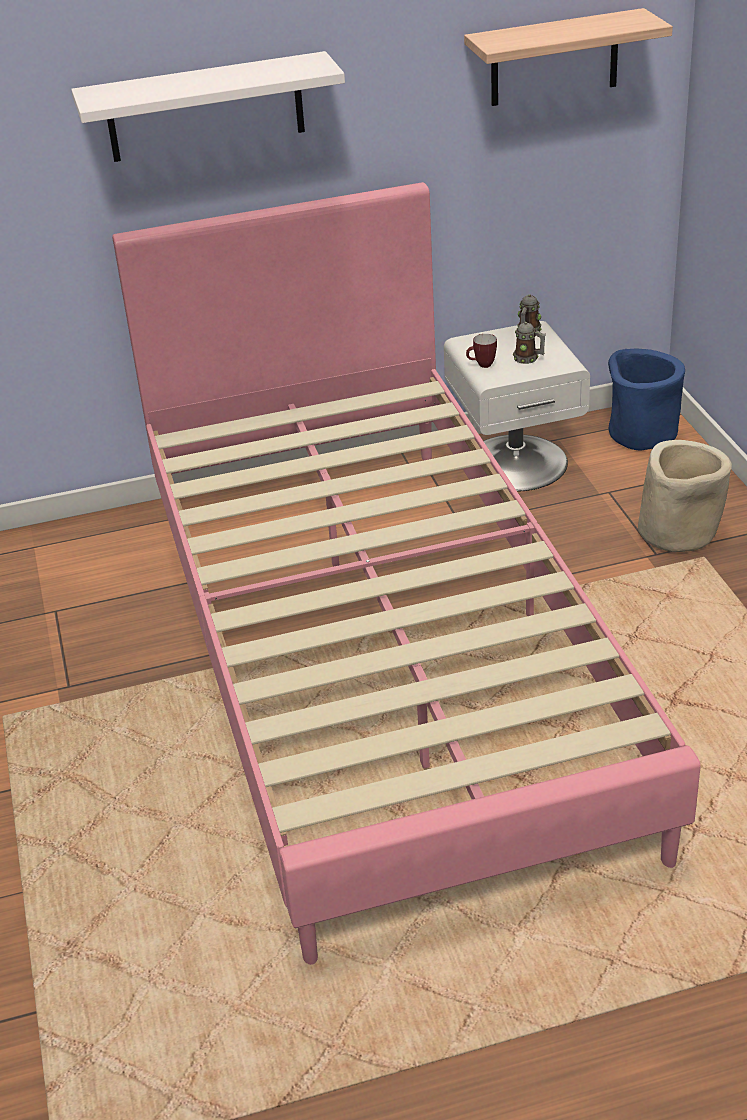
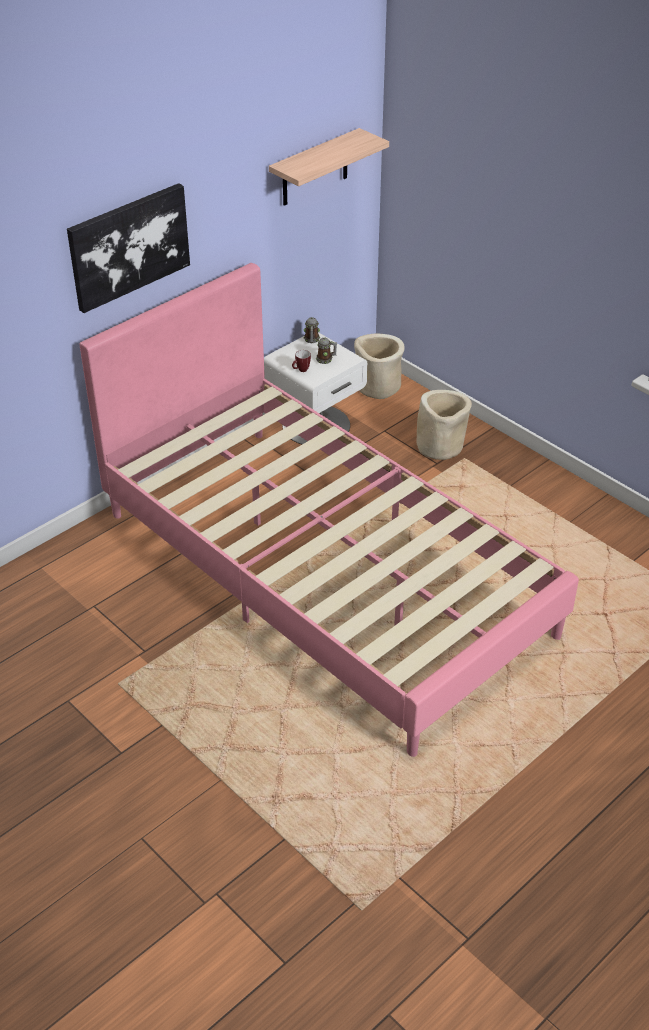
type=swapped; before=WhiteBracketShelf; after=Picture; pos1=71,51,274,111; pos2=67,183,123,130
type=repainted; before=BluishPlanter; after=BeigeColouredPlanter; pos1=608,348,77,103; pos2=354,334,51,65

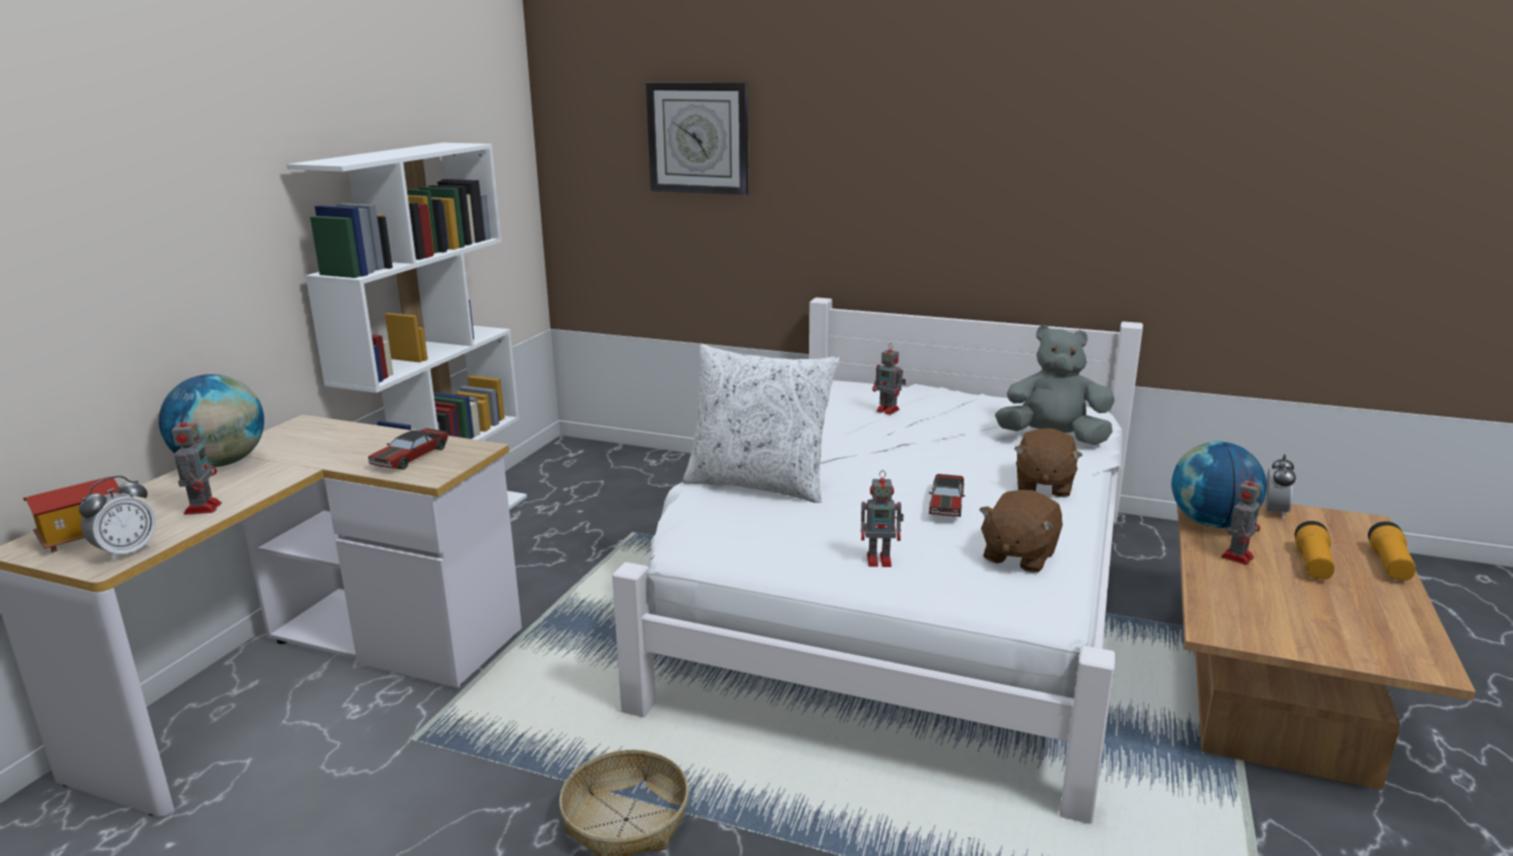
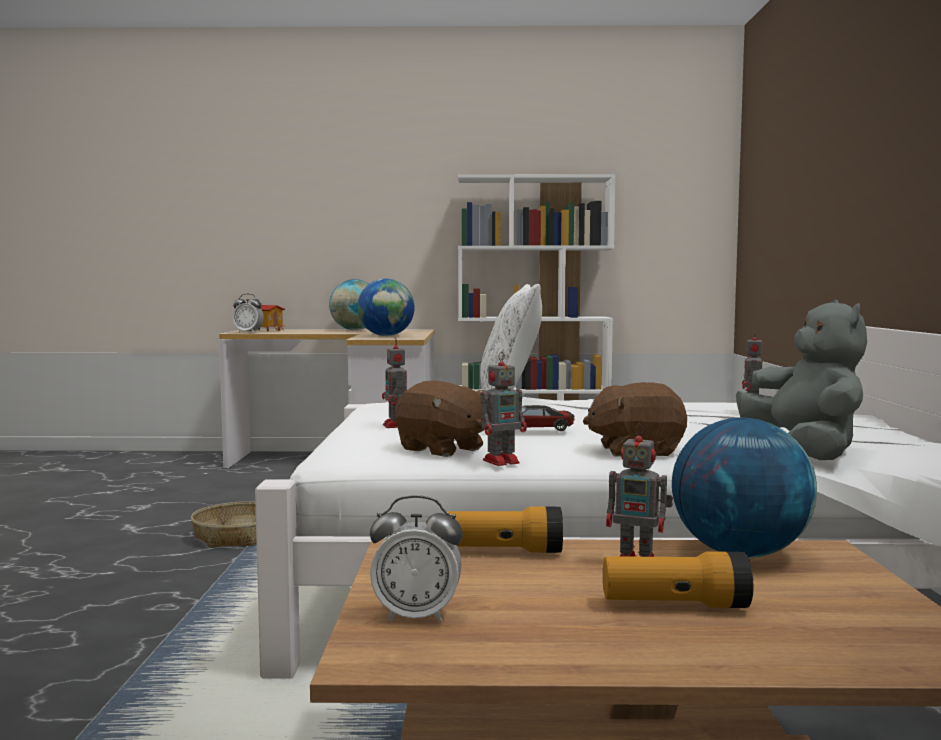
type=gone; before=HangingClock; pos1=646,82,103,113
type=shifted; before=ModelRobot; pos1=172,413,49,102; pos2=480,352,47,114
type=shifted; before=AlarmClock; pos1=1266,454,30,65; pos2=370,495,93,128
type=shifted; before=Torch; pos1=1368,521,48,59; pos2=446,507,117,46
type=swapped; before=ModelCar; after=WorldGlobe; pos1=368,428,80,42; pos2=357,279,57,57
type=rotated; before=BrownCuddlyToy; pos1=979,490,84,83; pos2=395,381,91,76; turn=-150

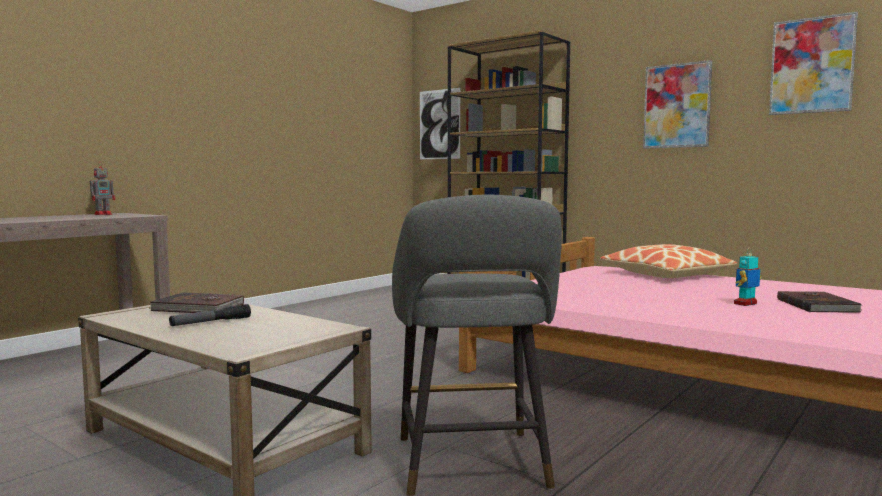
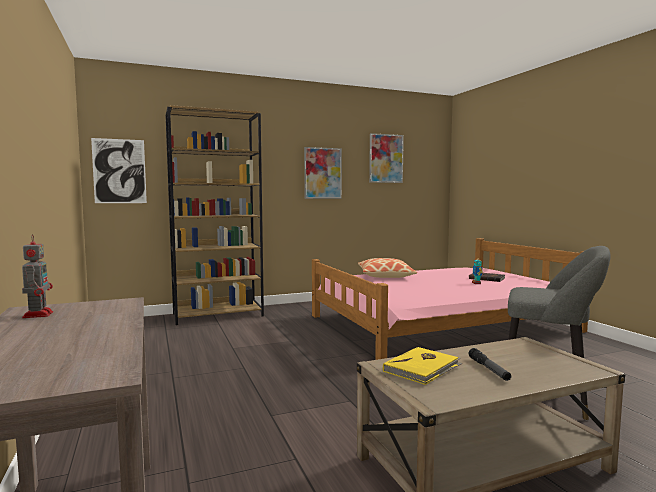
type=repainted; before=BrownBook; after=YellowBook; pos1=149,293,95,20; pos2=383,347,79,38

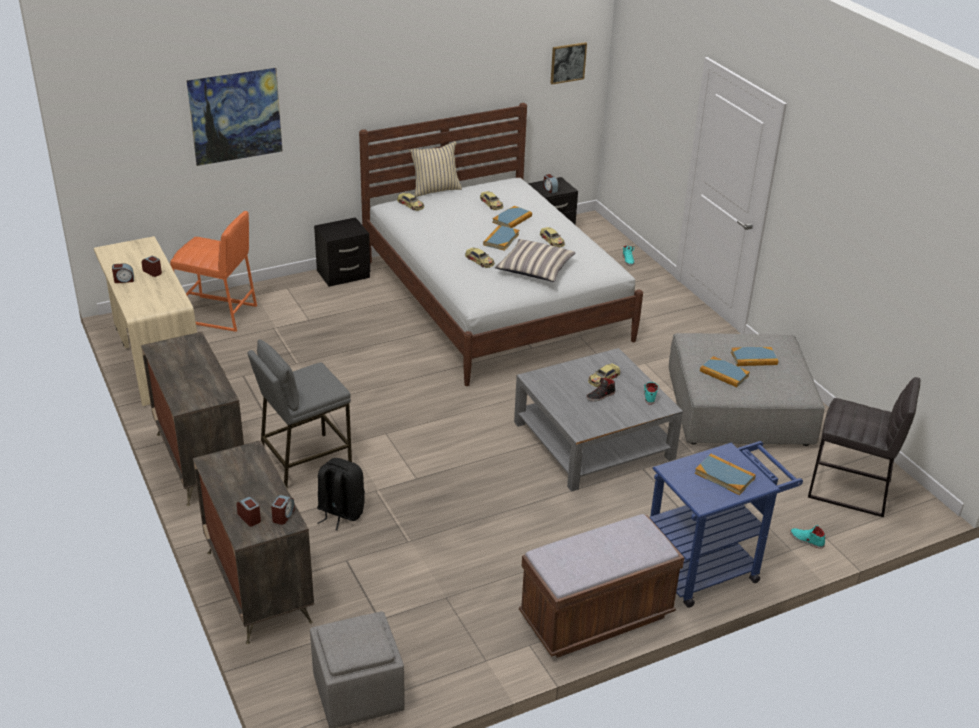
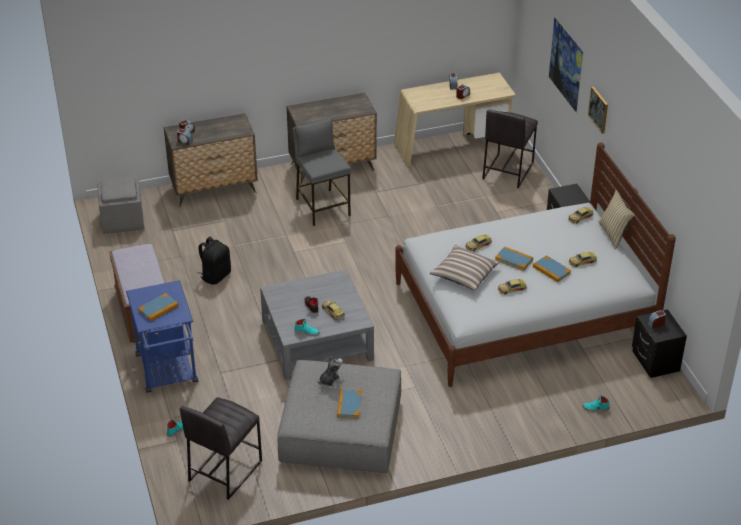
type=shifted; before=BlackishBackpack; pos1=317,458,48,72; pos2=198,237,33,48
type=shifted; before=Picture; pos1=550,42,37,42; pos2=588,87,20,47
type=swapped; before=Book; after=CuddlyToy; pos1=700,356,50,31; pos2=318,356,26,33
type=repainted; before=OrangeColouredStool; after=GrayStool; pos1=170,211,87,121; pos2=482,110,56,78

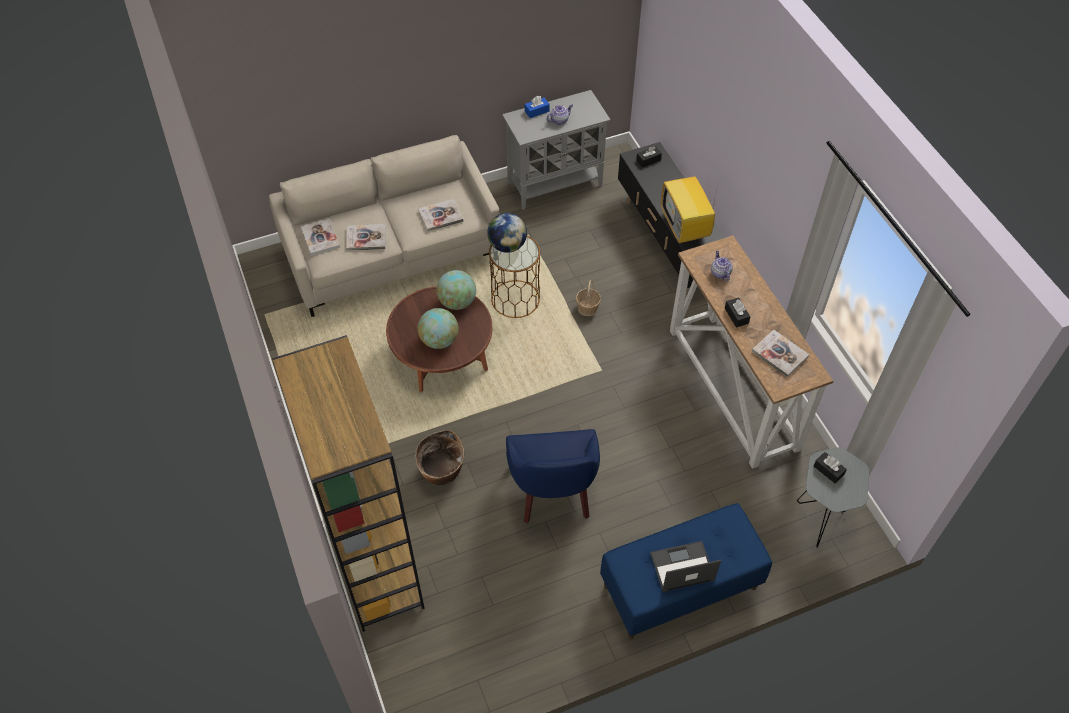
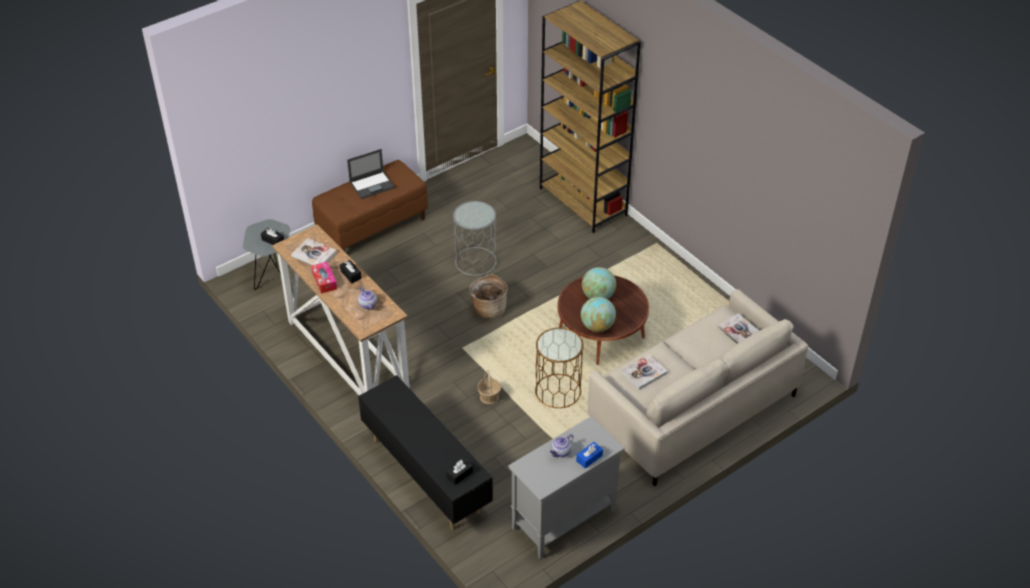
type=gone; before=Book; pos1=346,224,40,27
type=gone; before=WorldGlobe; pos1=488,213,39,40
type=gone; before=Television; pos1=661,176,57,67
type=new; after=BoxOfTissues; pos2=311,262,26,32
type=shifted; before=StorageBasket; pos1=415,430,49,55; pos2=469,274,39,44
type=swapped; before=BluishLoungeChair; after=GrayEndTable; pos1=506,429,94,95; pos2=453,201,44,75
type=repainted; before=BluishIndoorBench; after=BrownIndoorBench; pos1=600,503,172,136; pos2=312,160,116,92

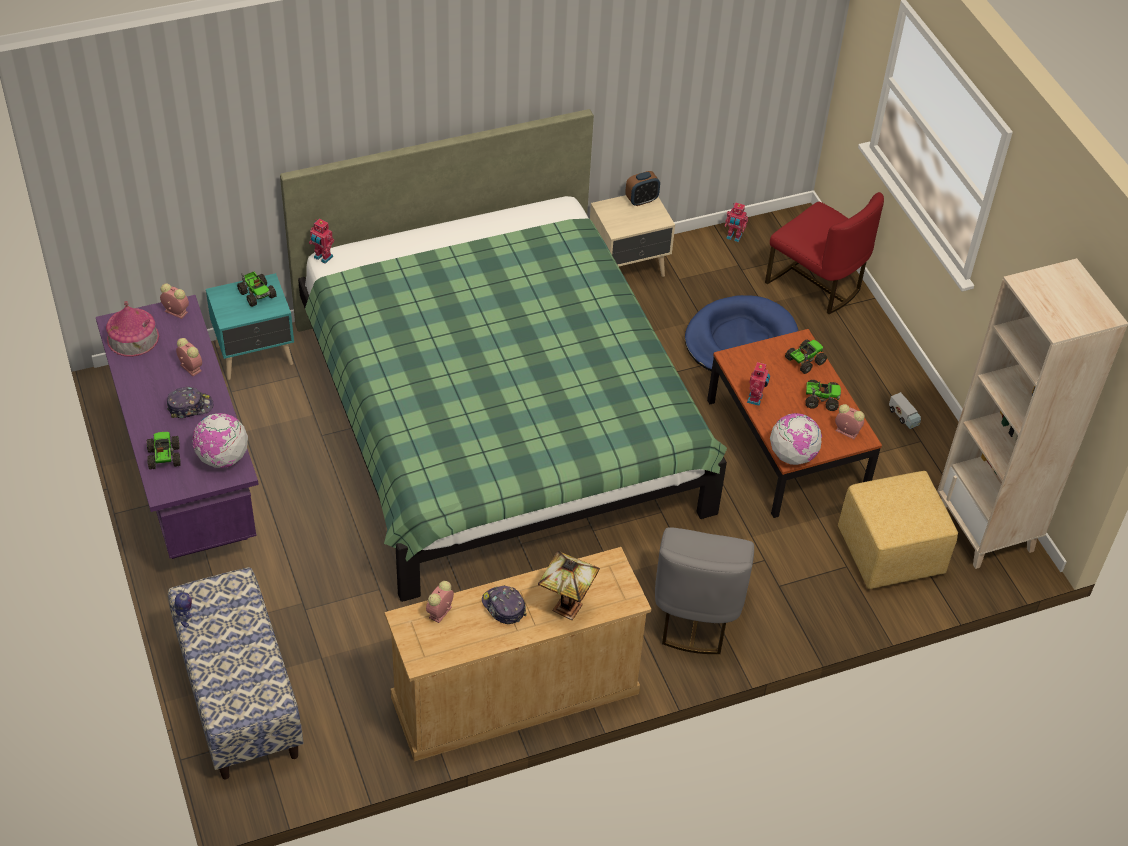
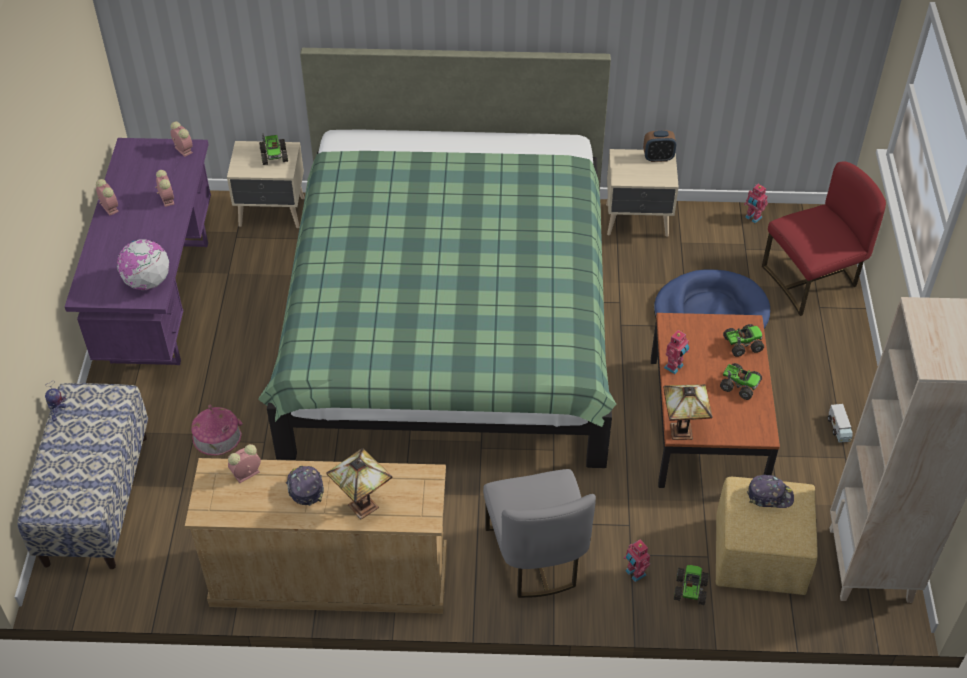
type=shifted; before=MiniatureHouse; pos1=106,301,53,56; pos2=191,404,52,52
type=shifted; before=ModelTruck; pos1=147,432,34,37; pos2=674,565,35,40
type=shifted; before=Cap; pos1=167,387,46,31; pos2=747,475,47,33
type=shifted; before=ModelRobot; pos1=309,219,25,45; pos2=624,539,26,43
type=shifted; before=AlarmClock; pos1=835,404,30,35; pos2=96,179,23,37
type=swapped; before=WorldGlobe; after=TabletopLamp; pos1=770,413,52,52; pos2=663,384,50,56
type=repainted; before=BlueGreenBedsideTable; after=BeigeColouredBedsideTable; pos1=206,273,88,107; pos2=227,141,78,87
type=rotated; before=GrayChair; pos1=655,527,99,127; pos2=483,469,113,129; turn=-45
type=rotated; before=ReddishChair; pos1=765,192,119,122; pos2=762,161,124,155; turn=-90

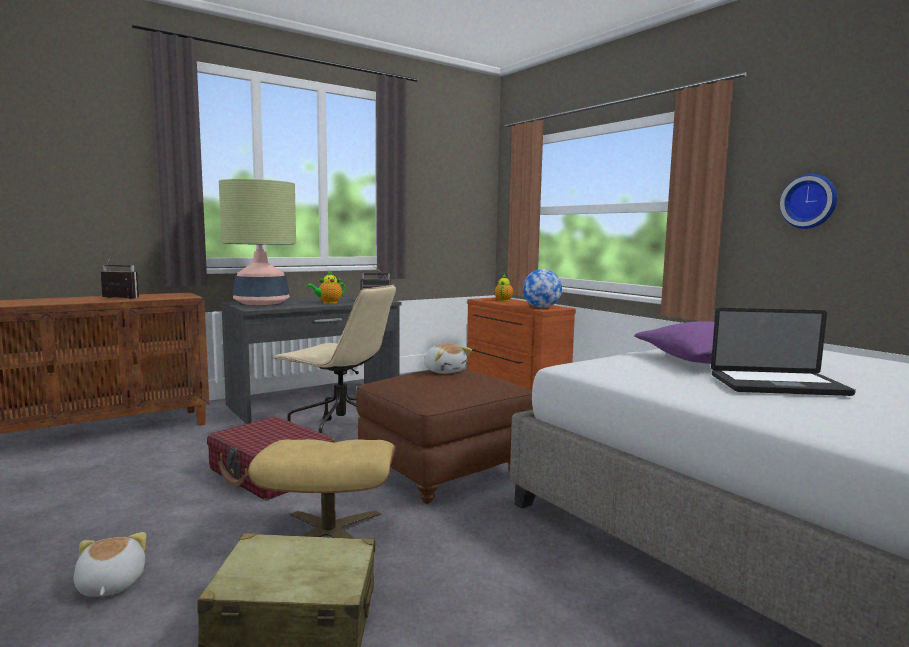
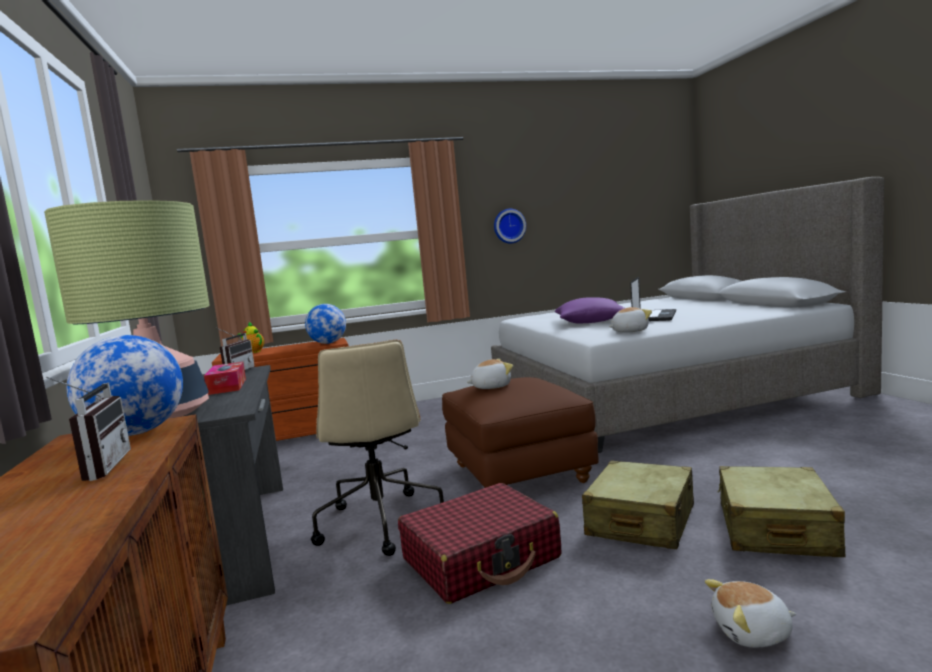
type=new; after=WorldGlobe; pos2=67,335,116,101
type=new; after=CuddlyToy; pos2=609,307,43,26
type=swapped; before=BeigeColouredPouffe; after=BeigeColouredPieceOfLuggage; pos1=248,439,148,100; pos2=582,460,112,89
type=swapped; before=TeaPot; after=BoxOfTissues; pos1=306,270,40,34; pos2=204,362,42,33
type=rotated; before=Radio; pos1=101,257,38,42; pos2=46,377,85,104; turn=135
type=rotated; before=BeigeColouredComputerChair; pos1=273,284,123,149; pos2=311,340,133,216; turn=120

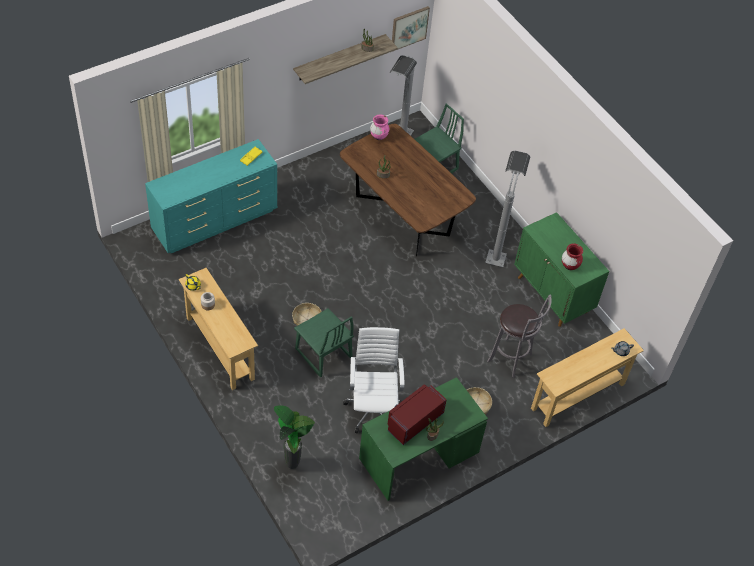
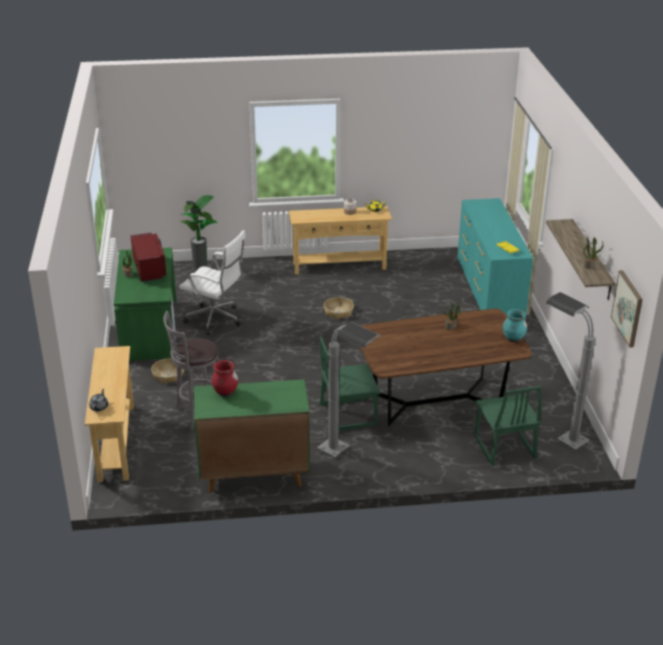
type=shifted; before=GreenColouredChair; pos1=294,308,60,70; pos2=320,336,61,95
type=repainted; before=PinkColouredDecorativeVase; after=BlueGreenDecorativeVase; pos1=370,114,19,26; pos2=503,309,24,33

